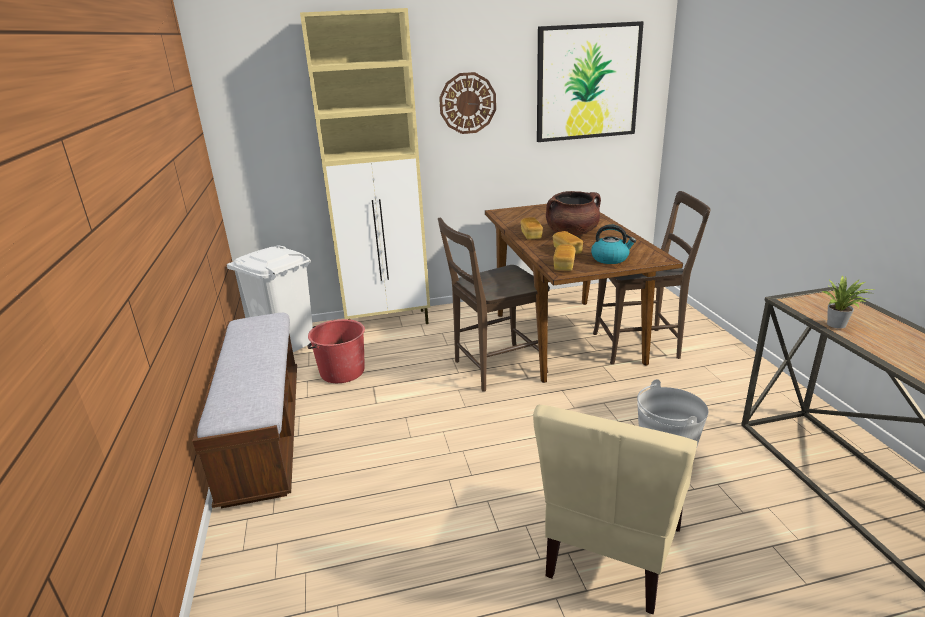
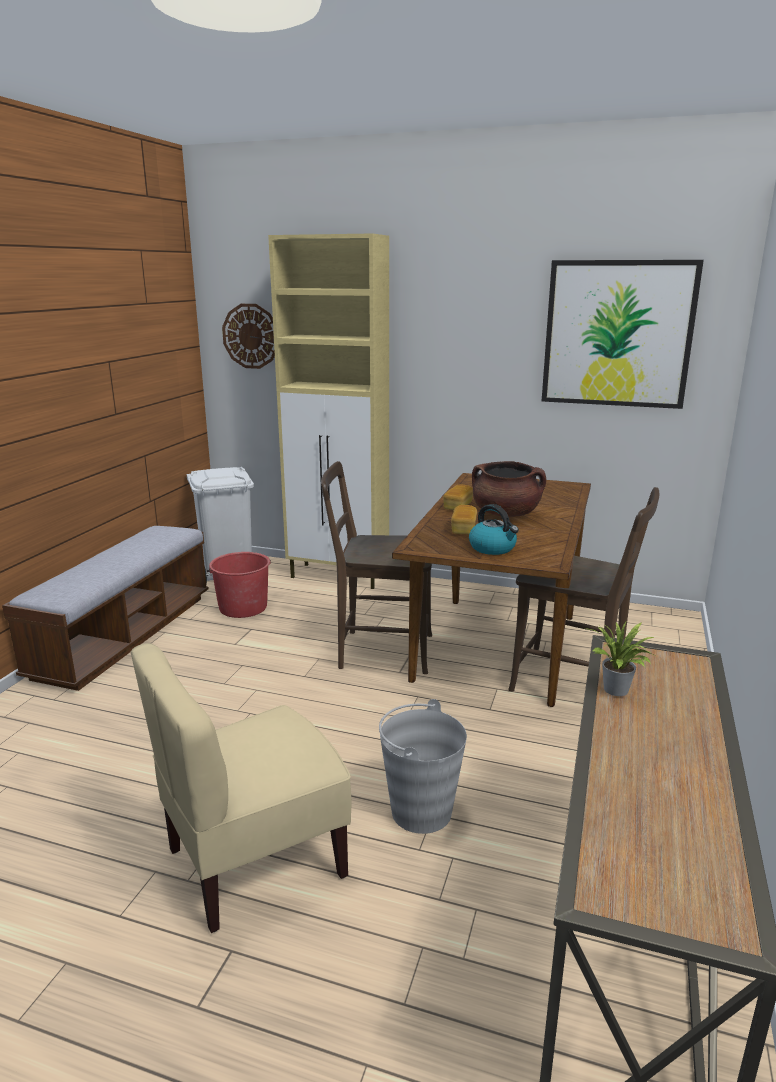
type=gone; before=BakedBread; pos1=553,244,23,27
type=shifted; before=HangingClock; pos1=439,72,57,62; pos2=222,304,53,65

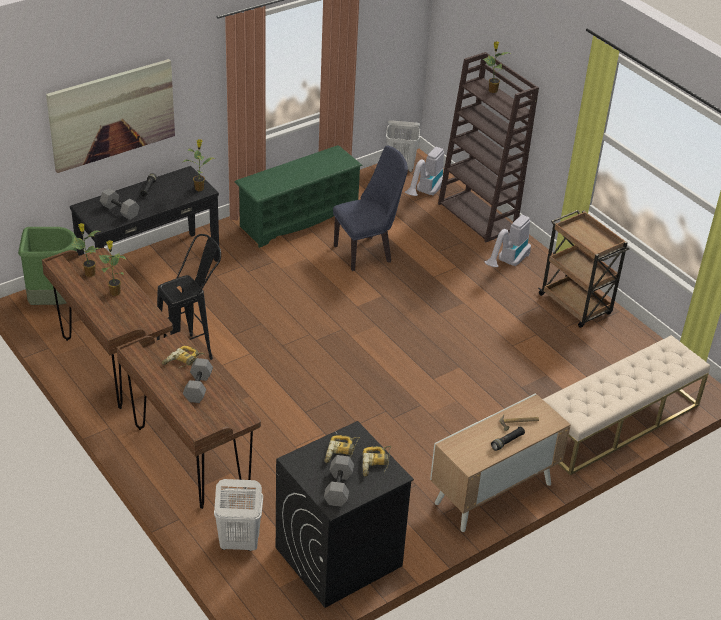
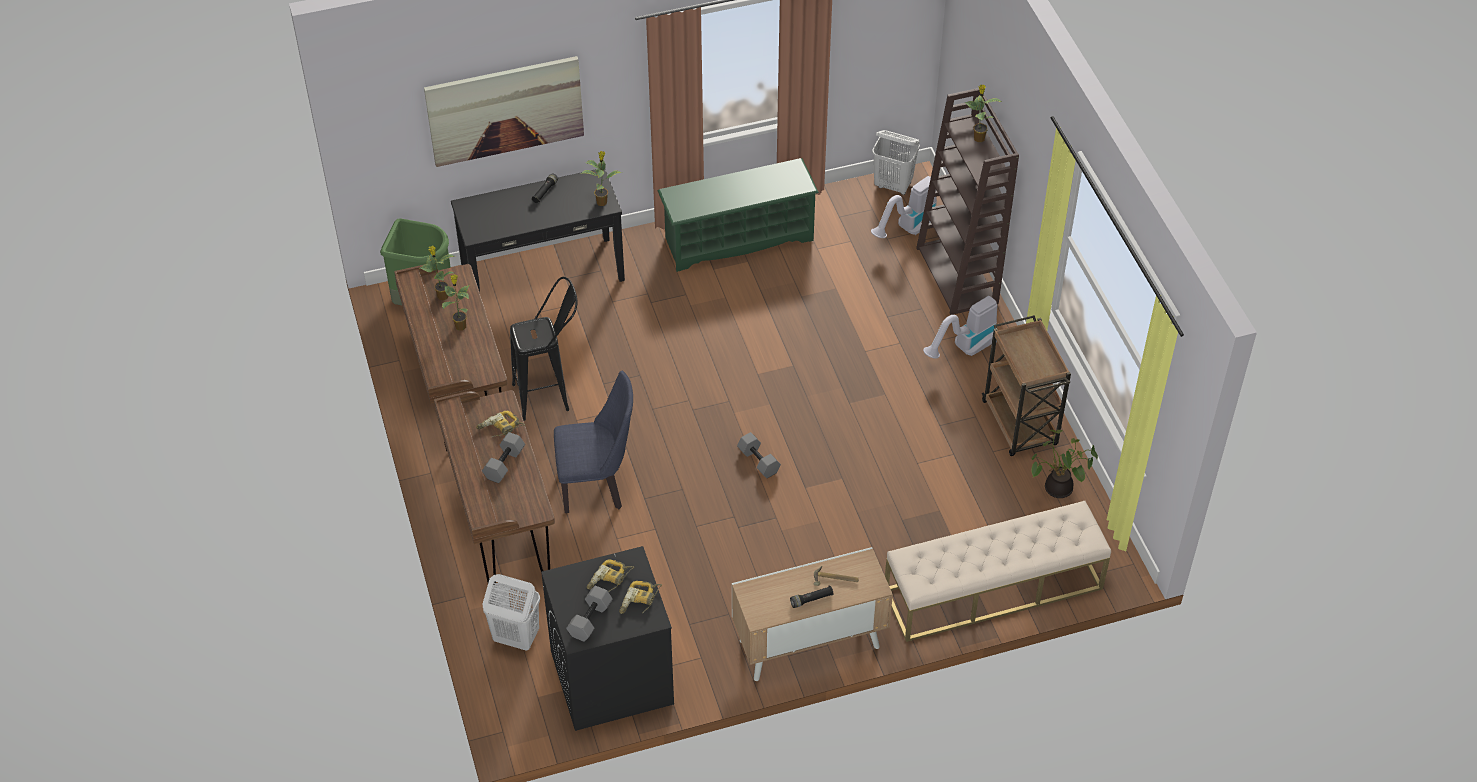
type=new; after=PottedPlant; pos2=1031,430,67,68
type=shifted; before=GrayDumbbell; pos1=100,188,40,32; pos2=737,432,44,46
type=shifted; before=BluishChair; pos1=333,145,75,126; pos2=554,370,79,143

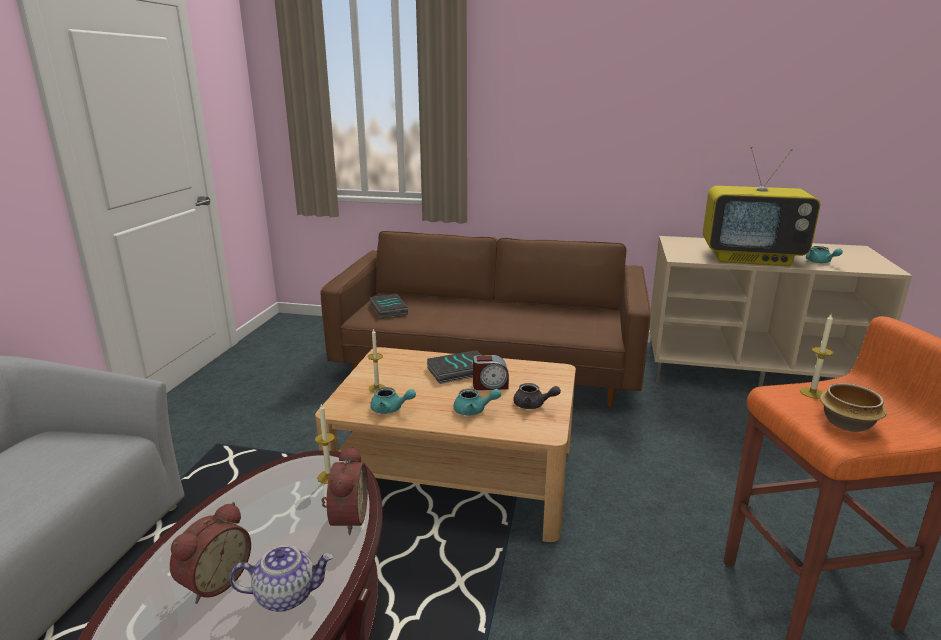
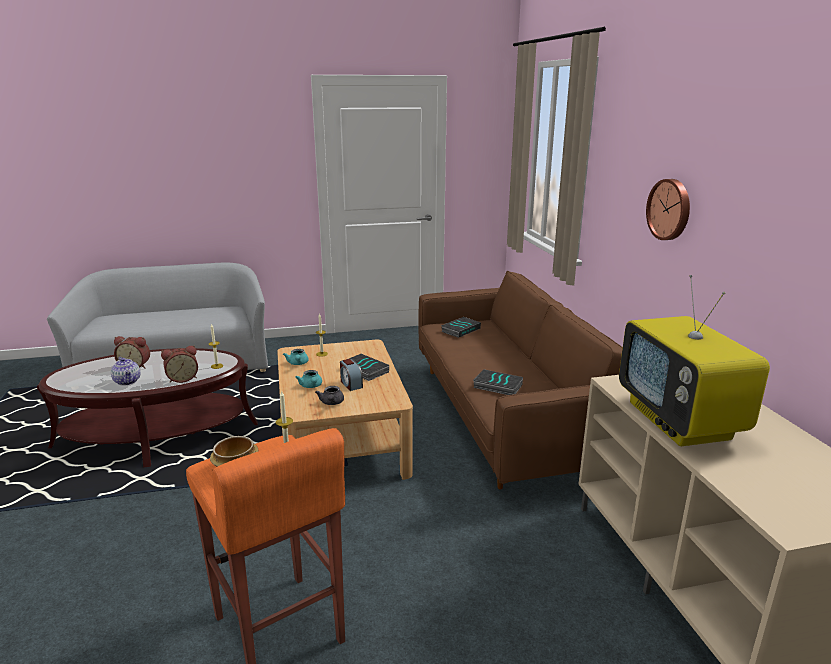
type=gone; before=BlueGreenTeaPot; pos1=806,246,37,17
type=new; after=Book; pos2=473,369,50,26
type=new; after=HangingClock; pos2=646,179,44,61

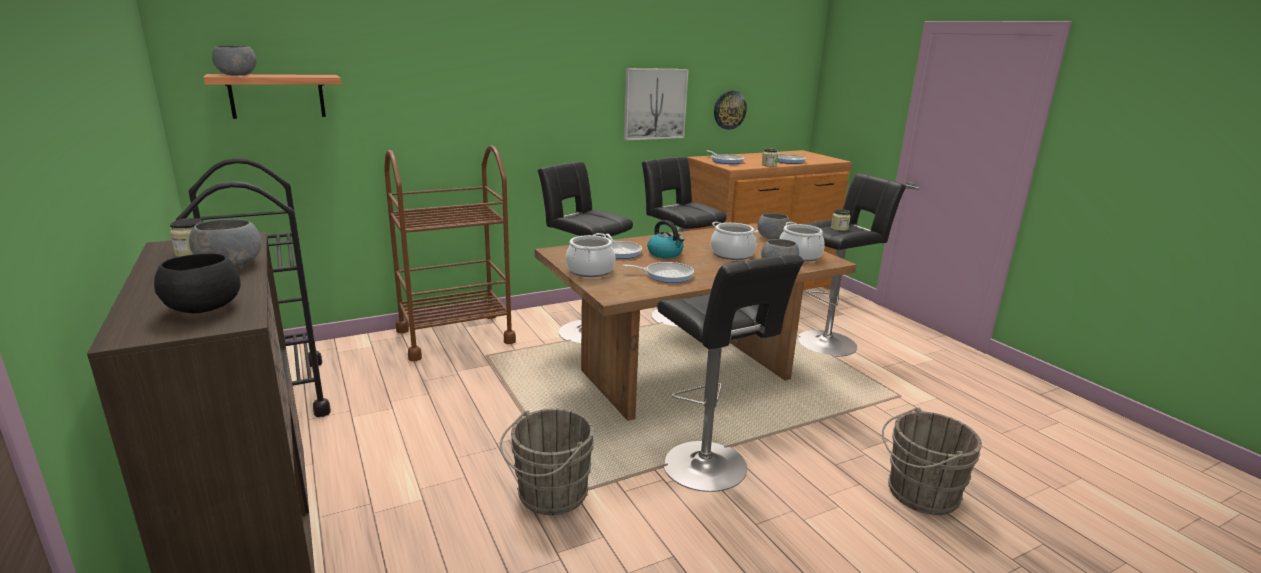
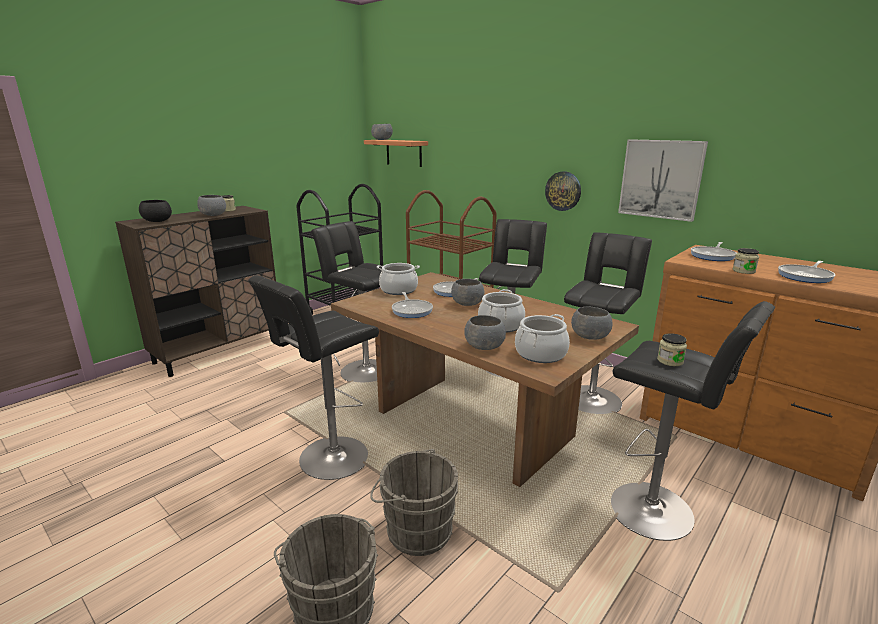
type=new; after=BlackishStool; pos2=311,221,71,161
type=shifted; before=GrayWaterBucket; pos1=500,408,94,107; pos2=370,449,88,107
type=shifted; before=HangingClock; pos1=714,91,33,39; pos2=545,171,36,40
type=swapped; before=TeaKettle; after=GrayBowl; pos1=647,220,37,38; pos2=451,279,33,27

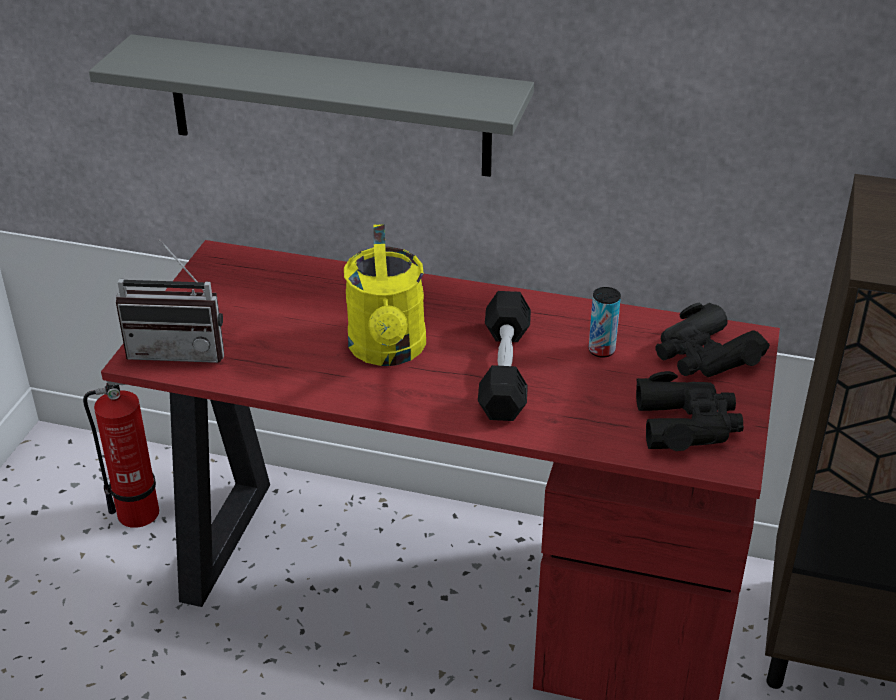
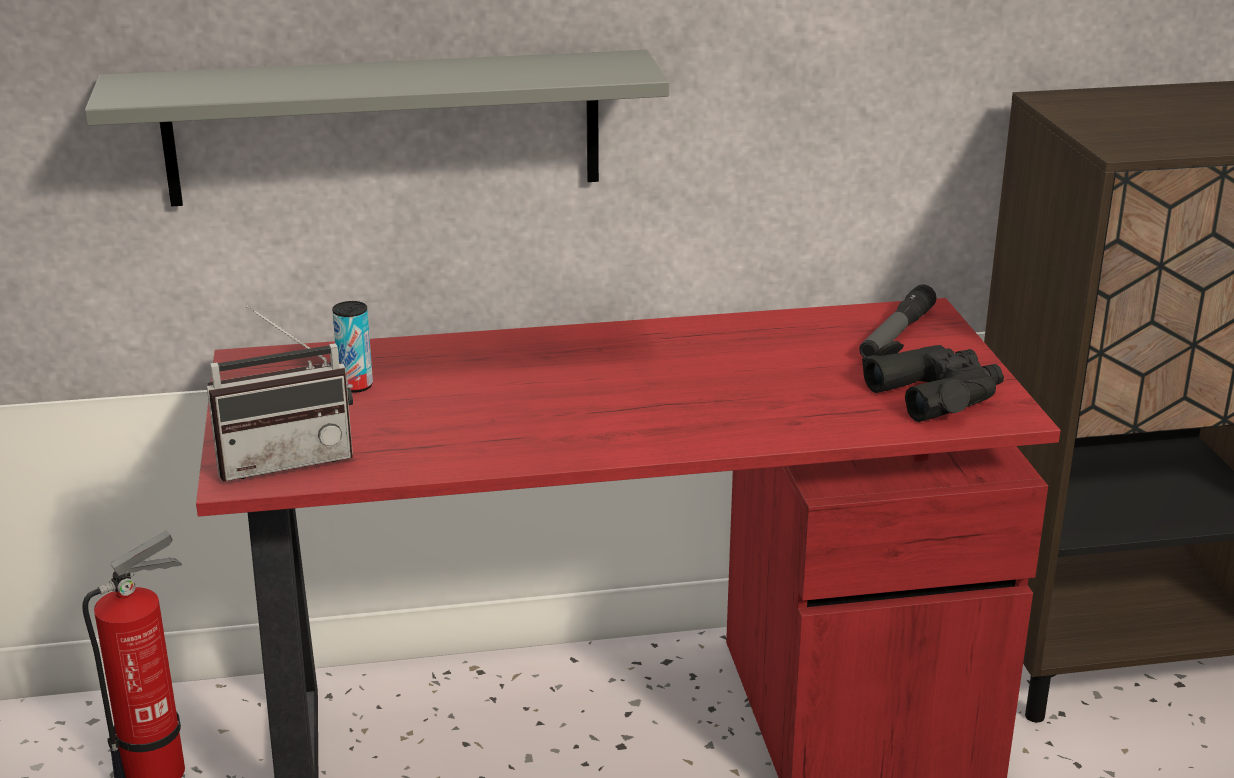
type=gone; before=YellowWateringCan; pos1=344,224,82,142
type=gone; before=BlackishDumbbell; pos1=478,291,53,130
type=shifted; before=MetalCan; pos1=589,287,32,71; pos2=332,301,41,92
type=swapped; before=BlackishBinoculars; after=Torch; pos1=655,303,115,74; pos2=859,284,77,73

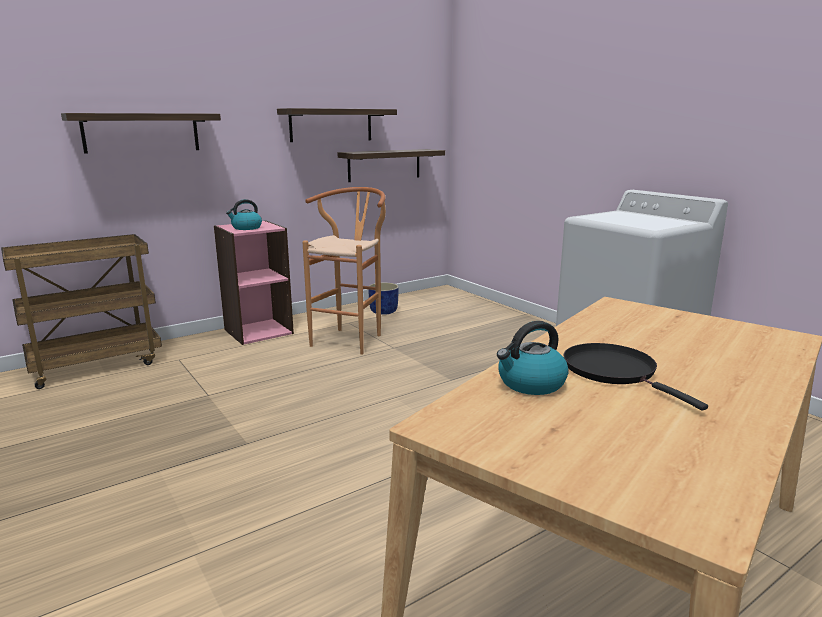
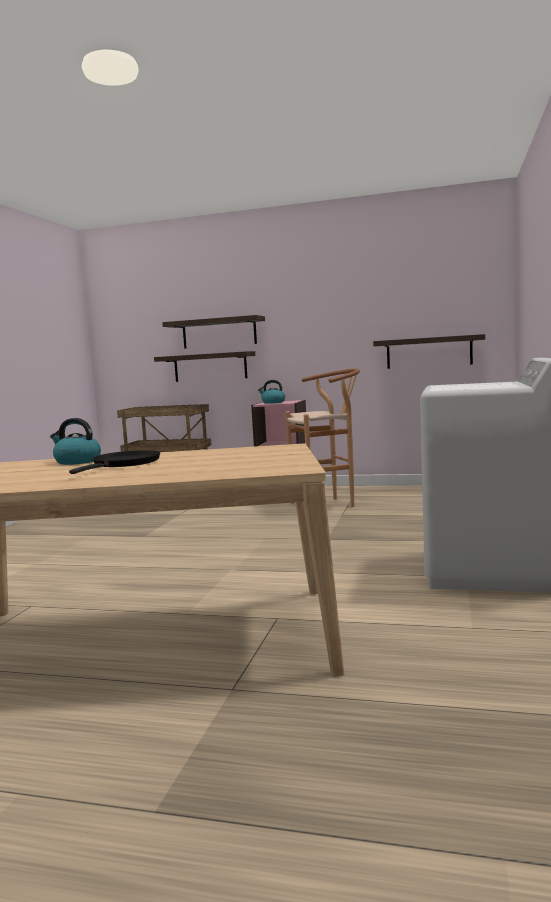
type=gone; before=BluishPlanter; pos1=368,282,31,33
type=shifted; before=BracketShelf; pos1=277,108,120,34; pos2=154,351,101,31

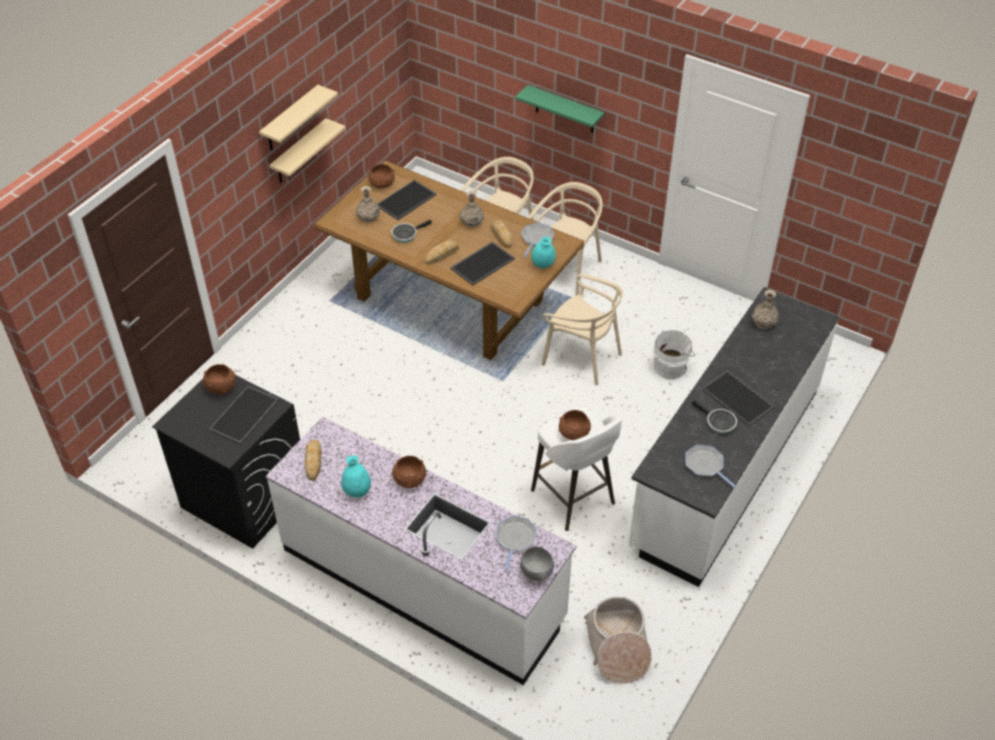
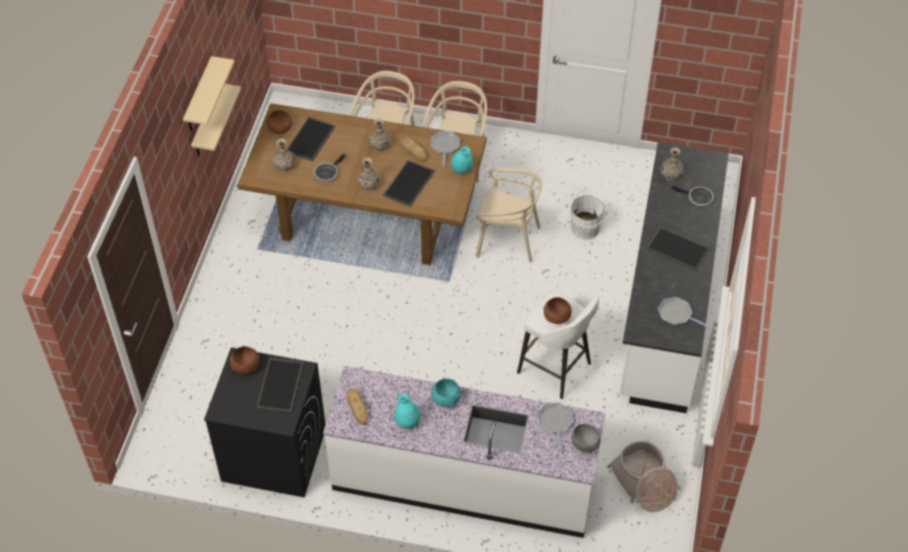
type=gone; before=GreenColouredBracketShelf; pos1=515,85,89,48
type=shifted; before=FryingPan; pos1=692,400,45,34; pos2=671,185,43,22
type=swapped; before=BakedBread; after=DecorativeVase; pos1=425,241,34,24; pos2=357,158,23,33
type=repainted; before=BrownBowl; after=BlueGreenBowl; pos1=392,456,35,32; pos2=431,379,30,28

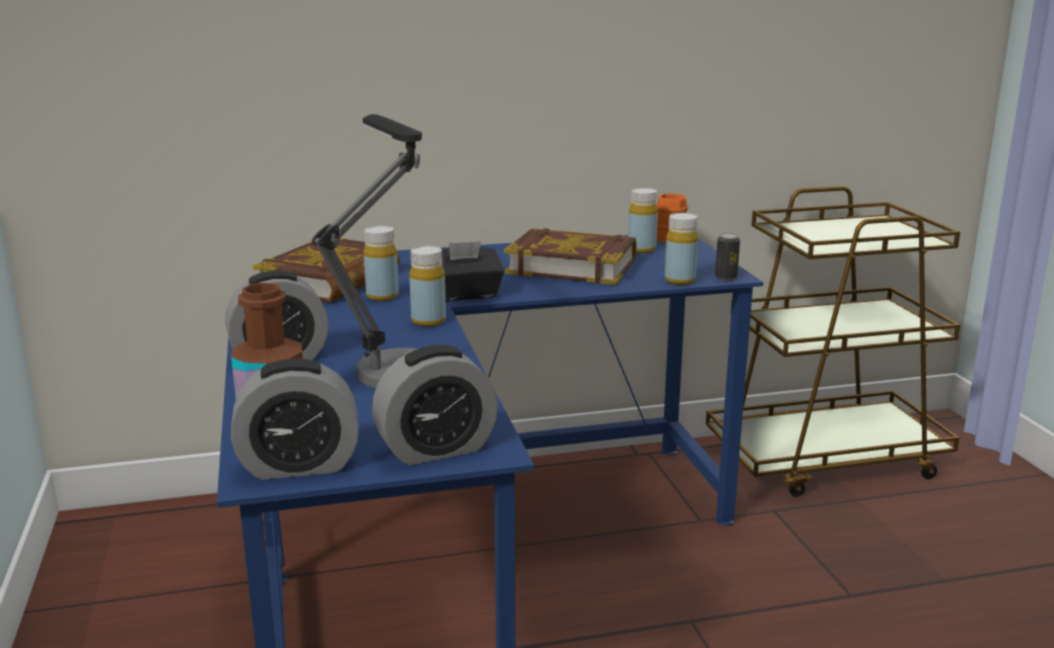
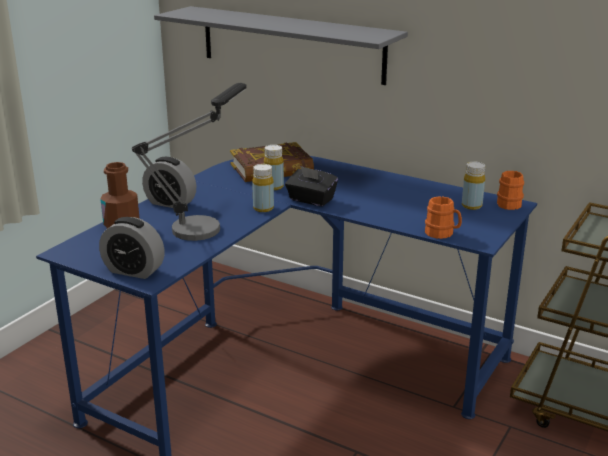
type=gone; before=AlarmClock; pos1=231,359,128,121
type=gone; before=Book; pos1=504,228,133,57
type=gone; before=MetalCan; pos1=715,233,25,47
type=new; after=GrayBracketShelf; pos2=154,6,254,79
type=swapped; before=YellowDrinkBottle; after=OrangeColouredCoffeeMug; pos1=665,213,33,72; pos2=425,196,37,43

